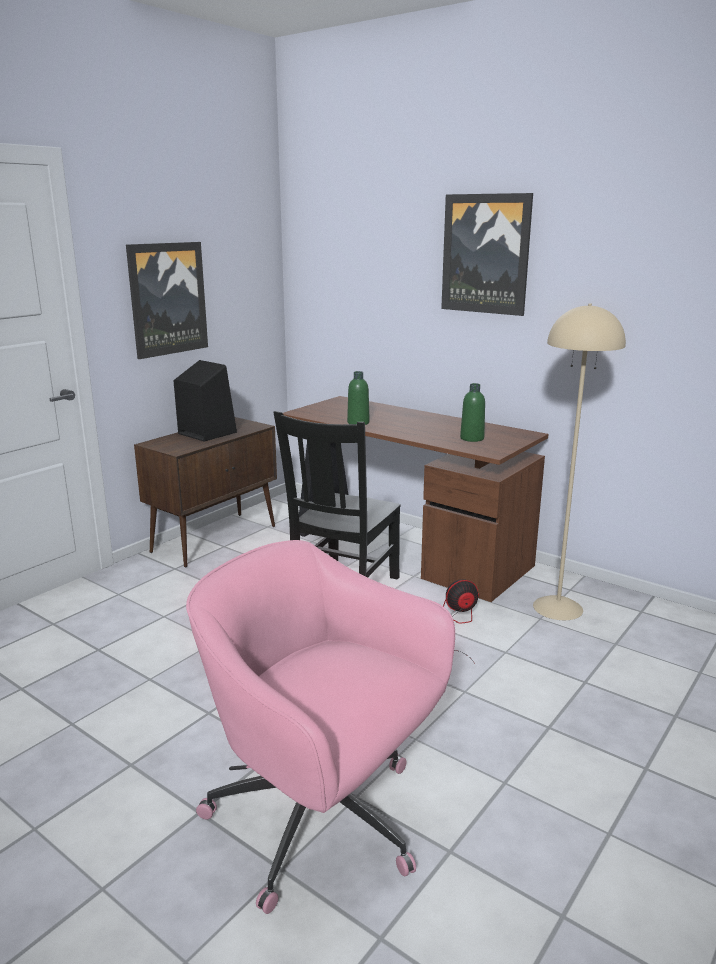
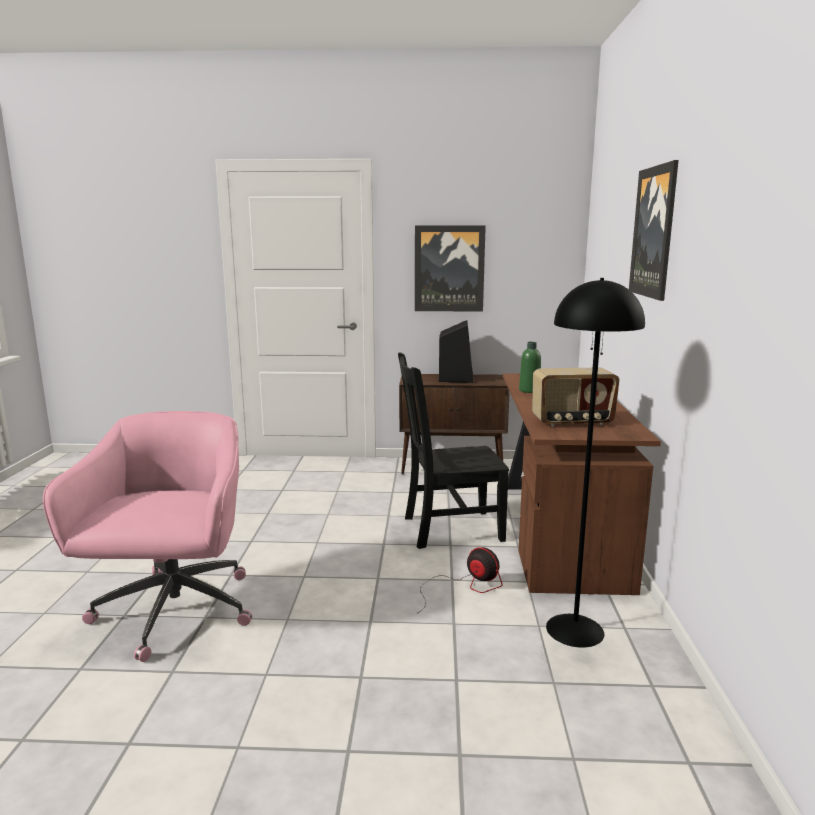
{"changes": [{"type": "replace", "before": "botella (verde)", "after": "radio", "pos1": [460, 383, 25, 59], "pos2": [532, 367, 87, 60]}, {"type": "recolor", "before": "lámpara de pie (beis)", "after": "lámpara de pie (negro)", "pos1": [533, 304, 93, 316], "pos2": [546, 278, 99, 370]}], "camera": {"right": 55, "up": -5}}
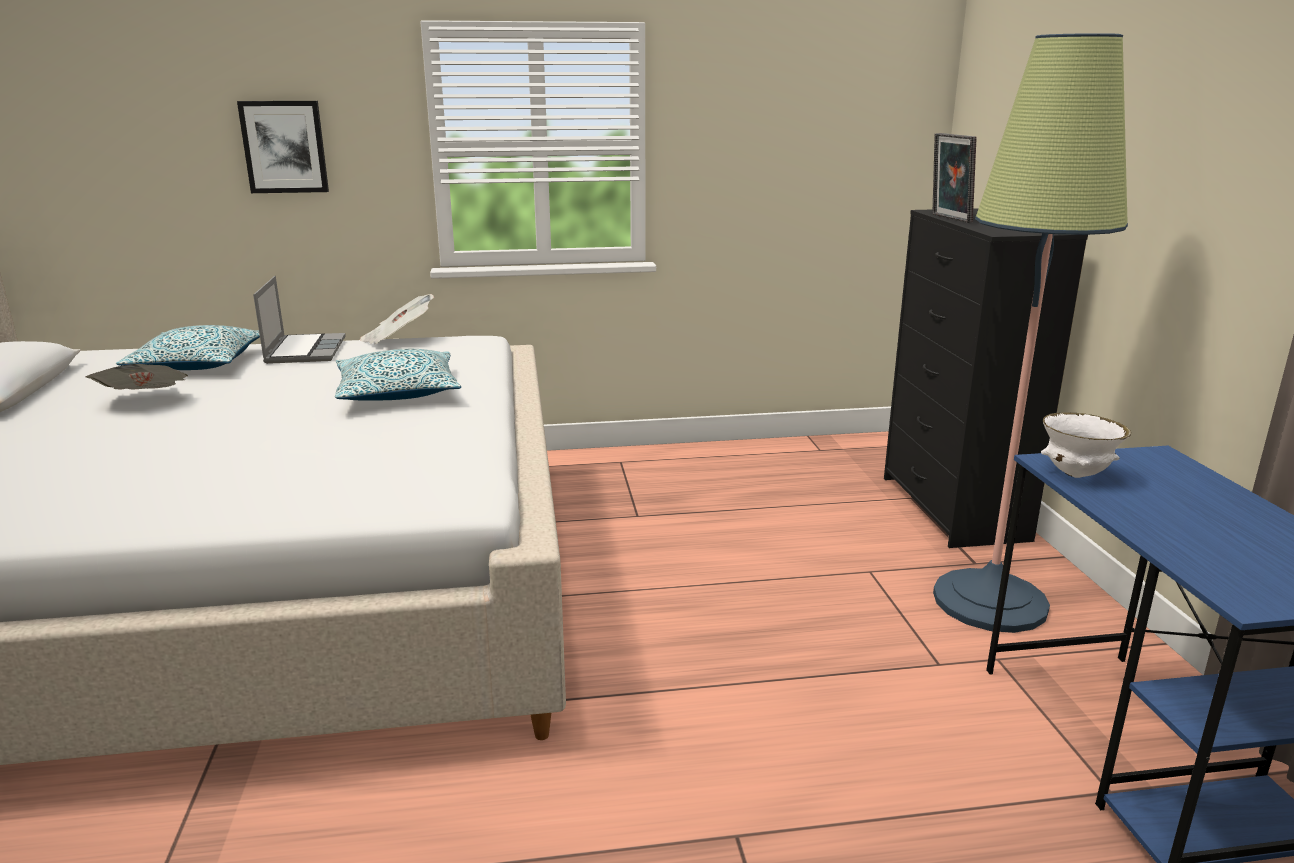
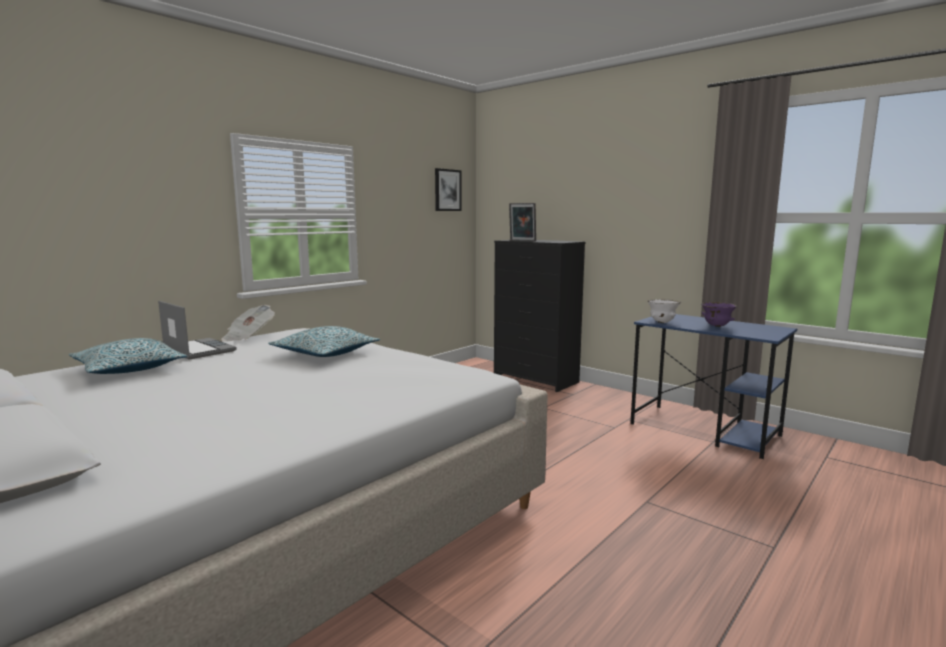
{"changes": [{"type": "delete", "before": "periódico", "pos1": [85, 364, 103, 26]}, {"type": "delete", "before": "lámpara de pie", "pos1": [933, 33, 195, 600]}, {"type": "insert", "after": "cuenco (morado)", "pos2": [701, 302, 36, 25]}, {"type": "move", "before": "cuadro", "pos1": [237, 101, 92, 92], "pos2": [435, 168, 27, 43]}], "camera": {"right": -40, "up": -10}}
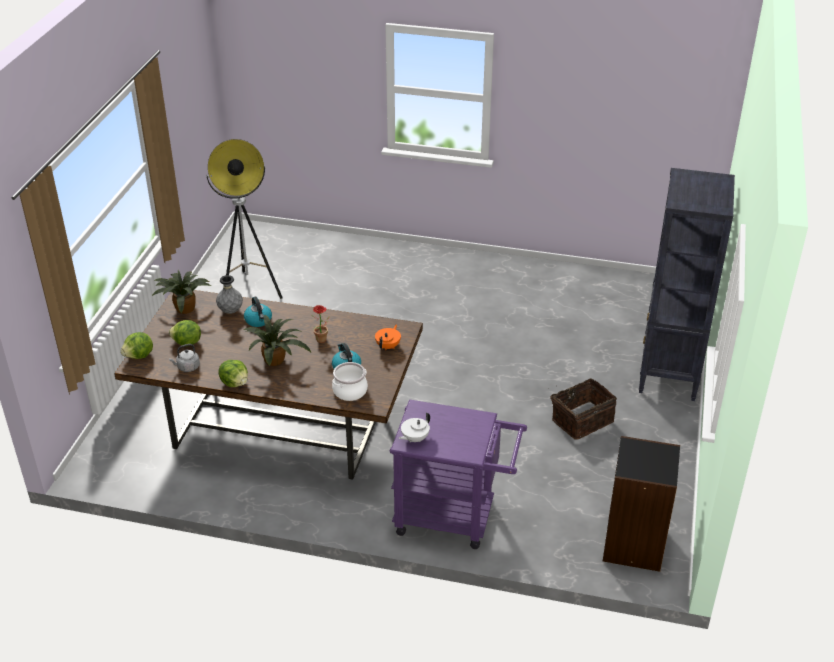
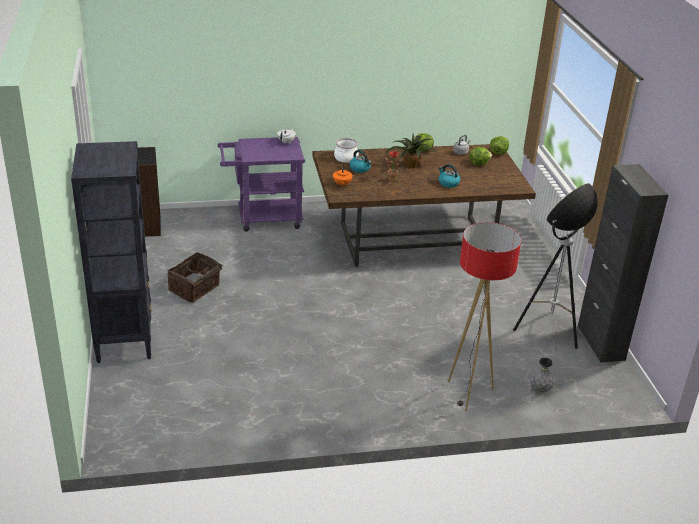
{"changes": [{"type": "delete", "before": "planta en maceta", "pos1": [152, 270, 59, 44]}, {"type": "insert", "after": "lámpara de pie", "pos2": [448, 222, 73, 189]}, {"type": "insert", "after": "armario (negro)", "pos2": [578, 164, 90, 199]}, {"type": "move", "before": "florero (gris)", "pos1": [216, 275, 27, 39], "pos2": [530, 358, 25, 35]}], "camera": {"right": 155, "up": -5}}
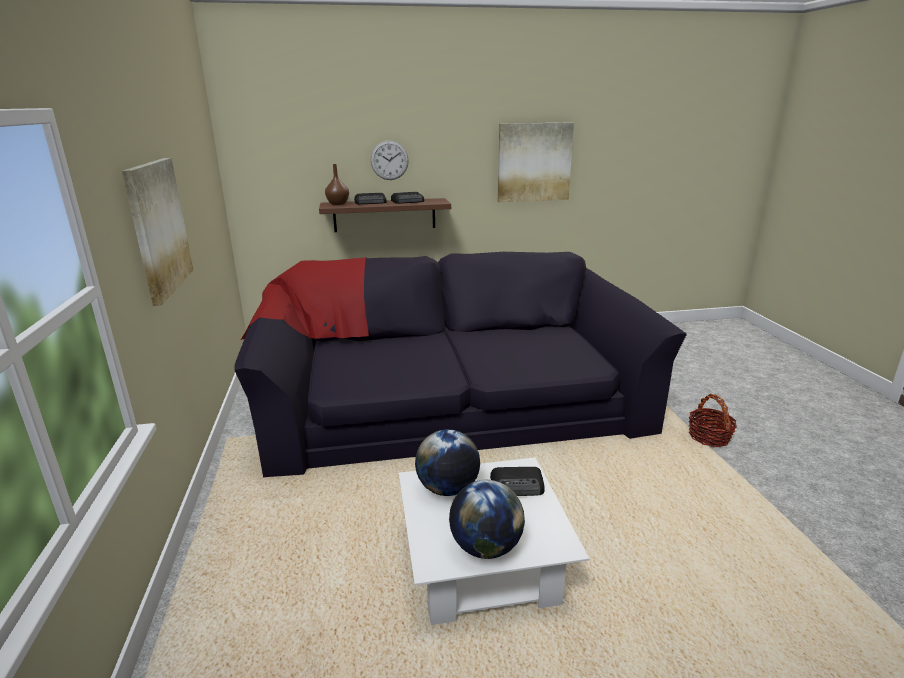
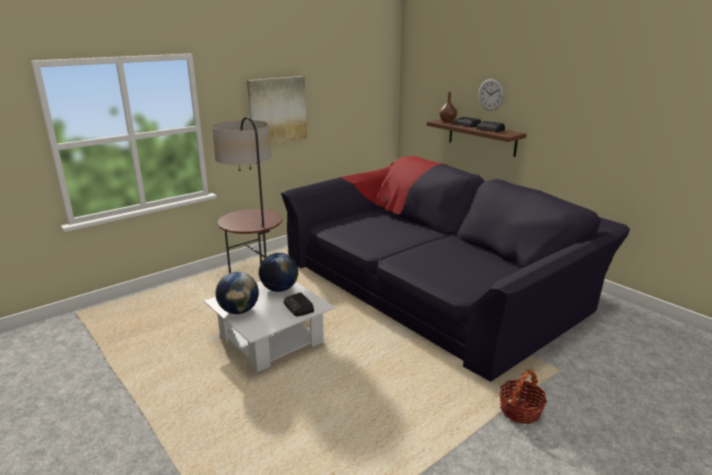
{"changes": [{"type": "delete", "before": "cuadro", "pos1": [498, 122, 76, 80]}, {"type": "insert", "after": "lámpara de pie", "pos2": [212, 117, 70, 156]}], "camera": {"right": 60, "up": 0}}
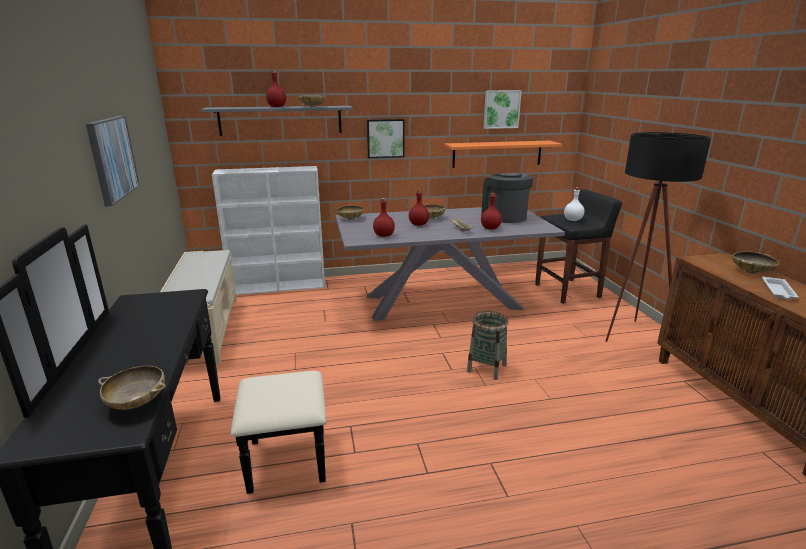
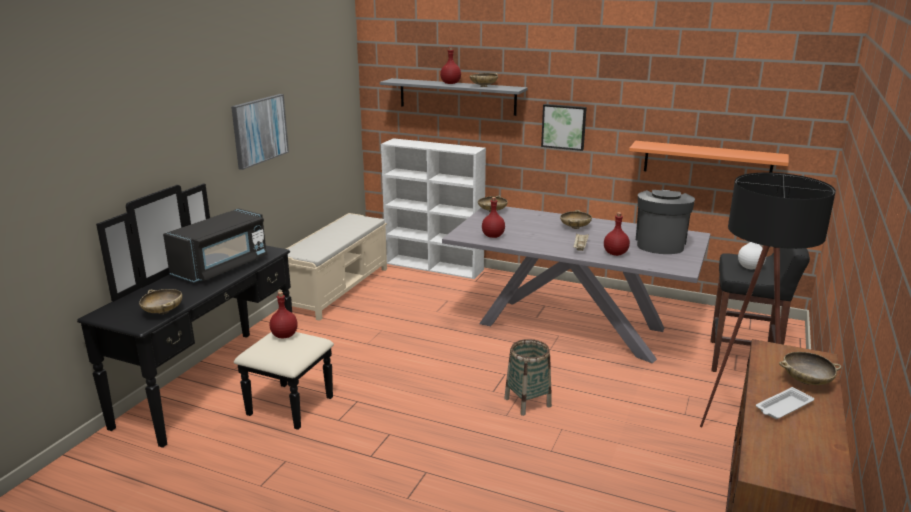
{"changes": [{"type": "delete", "before": "cuadro", "pos1": [483, 90, 39, 39]}, {"type": "insert", "after": "microondas (negro)", "pos2": [163, 208, 104, 74]}, {"type": "move", "before": "botella (rojo)", "pos1": [409, 190, 20, 36], "pos2": [270, 292, 28, 46]}], "camera": {"right": 35, "up": 0}}
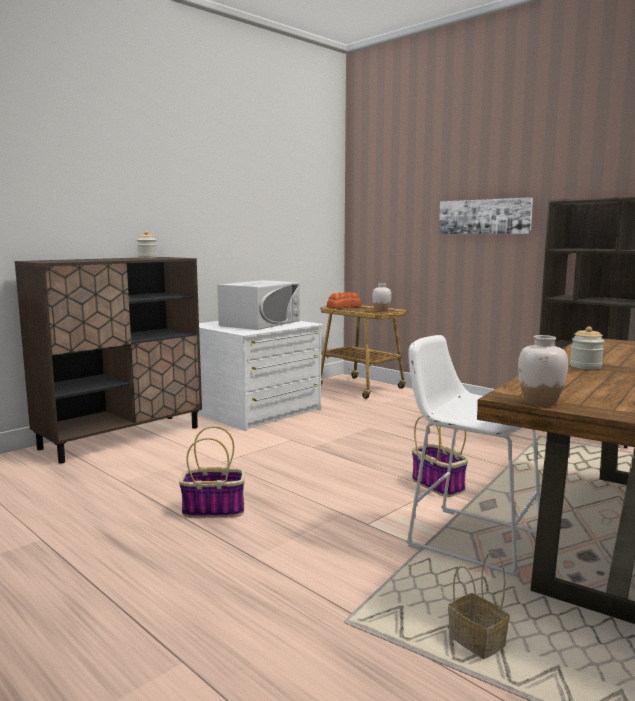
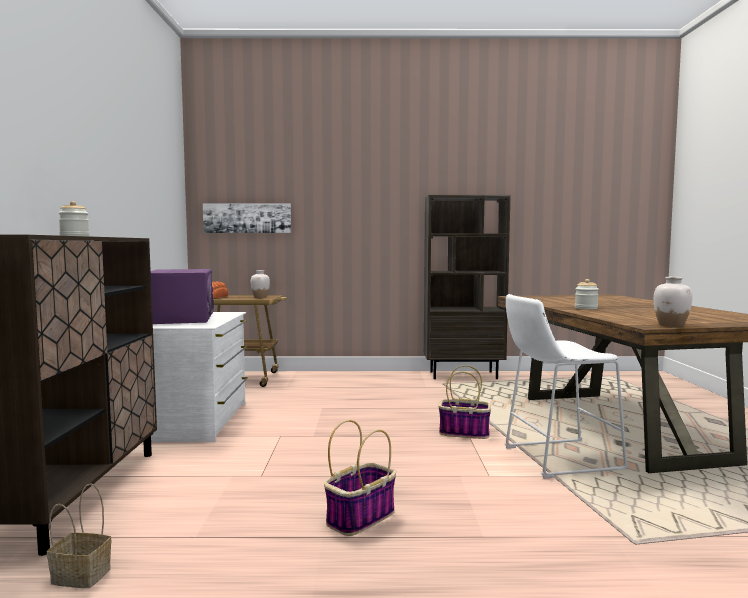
{"changes": [{"type": "move", "before": "cuadro", "pos1": [439, 197, 94, 37], "pos2": [203, 204, 88, 29]}, {"type": "move", "before": "cesta", "pos1": [448, 552, 62, 107], "pos2": [47, 483, 64, 105]}, {"type": "recolor", "before": "microondas (blanco)", "after": "microondas (morado)", "pos1": [218, 280, 81, 50], "pos2": [151, 269, 63, 55]}], "camera": {"right": -45, "up": -5}}
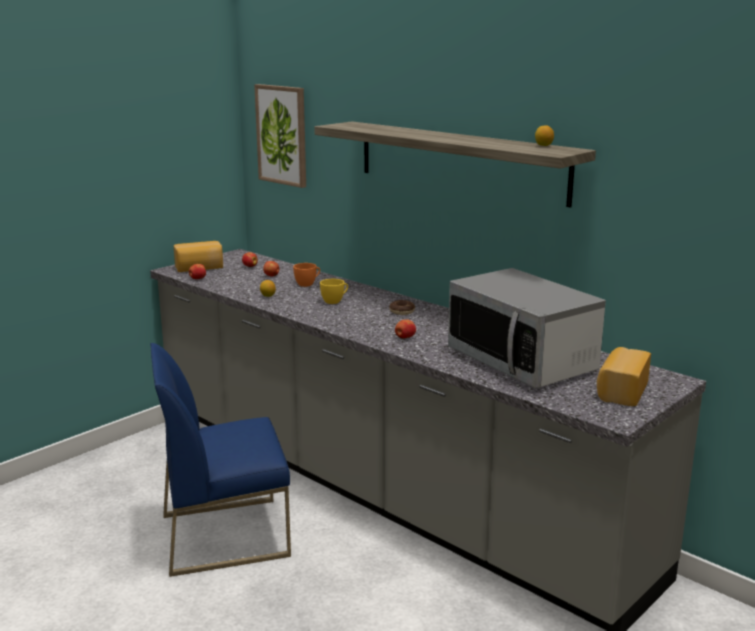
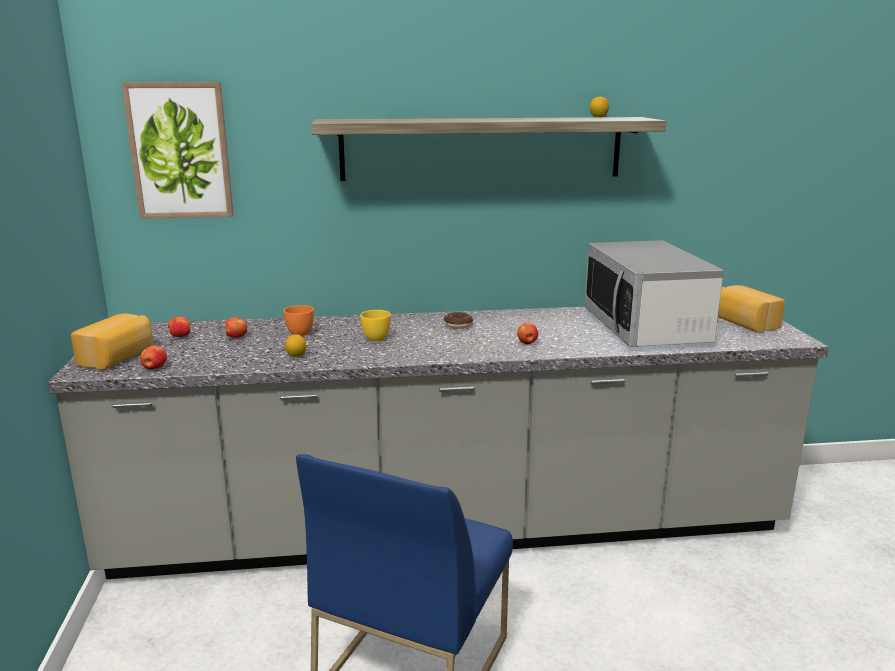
{"changes": [{"type": "rotate", "before": "microondas", "pos1": [448, 268, 158, 120], "pos2": [584, 240, 140, 107], "turn": 75}], "camera": {"right": -50, "up": 0}}
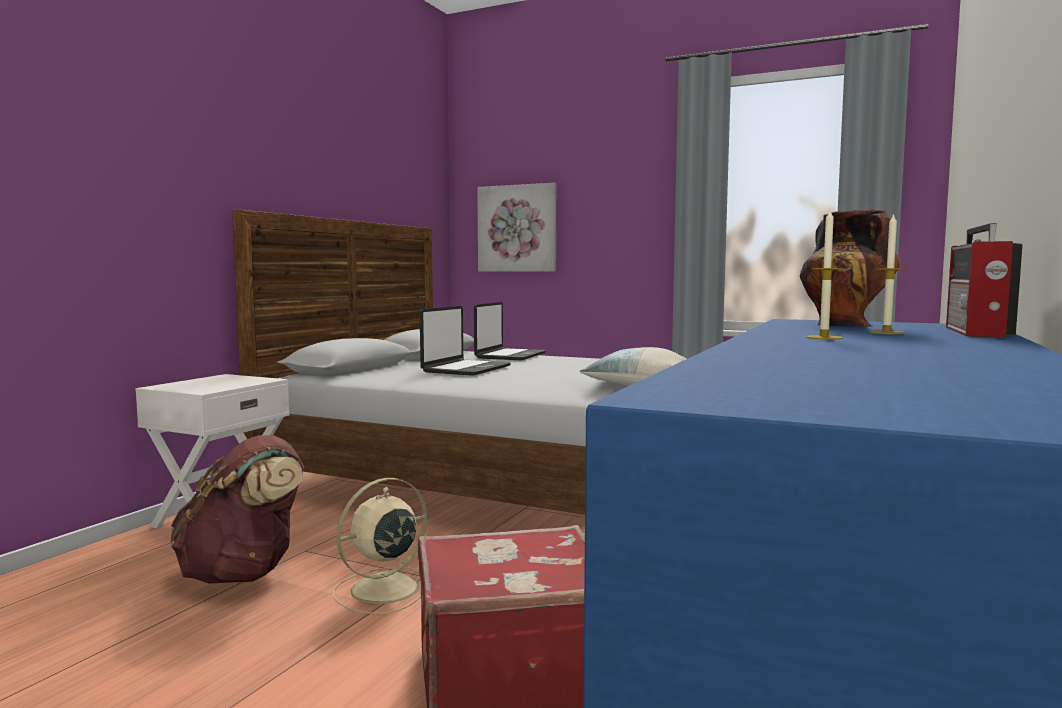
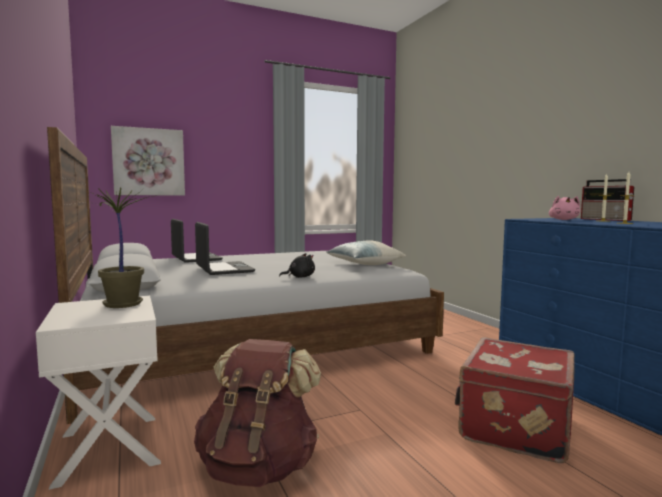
{"changes": [{"type": "delete", "before": "ventilador (beis)", "pos1": [333, 478, 94, 136]}, {"type": "insert", "after": "planta en maceta", "pos2": [81, 188, 76, 120]}, {"type": "insert", "after": "peluche (negro)", "pos2": [279, 253, 36, 25]}, {"type": "replace", "before": "florero", "after": "peluche (rosa)", "pos1": [800, 210, 100, 117], "pos2": [549, 196, 31, 24]}], "camera": {"right": -50, "up": 0}}
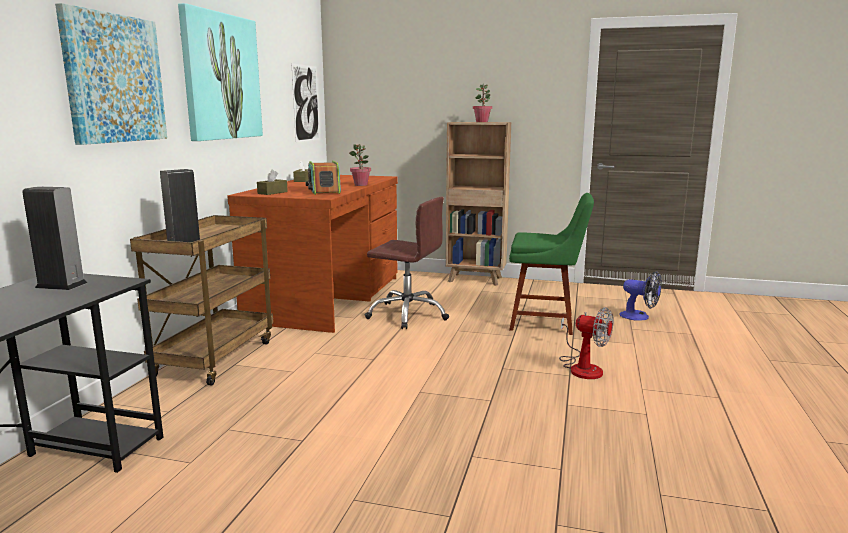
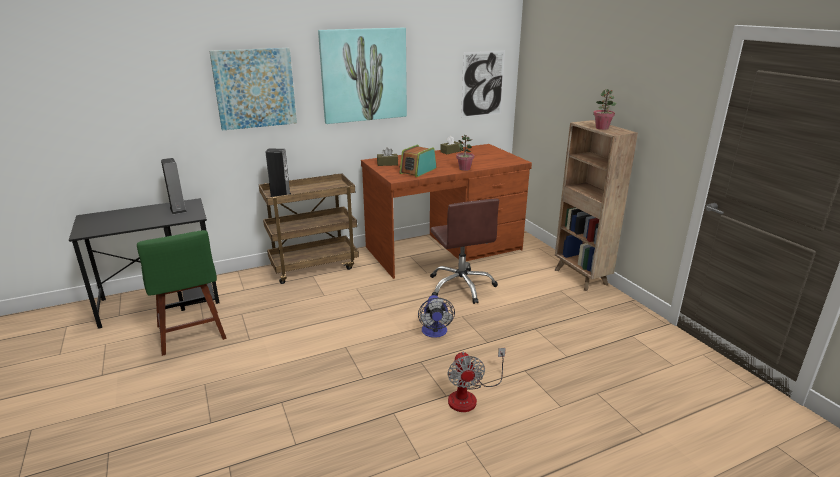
{"changes": [{"type": "move", "before": "silla (verde)", "pos1": [509, 193, 85, 142], "pos2": [137, 230, 90, 126]}, {"type": "move", "before": "ventilador", "pos1": [620, 271, 42, 50], "pos2": [418, 295, 37, 43]}], "camera": {"right": 50, "up": 10}}
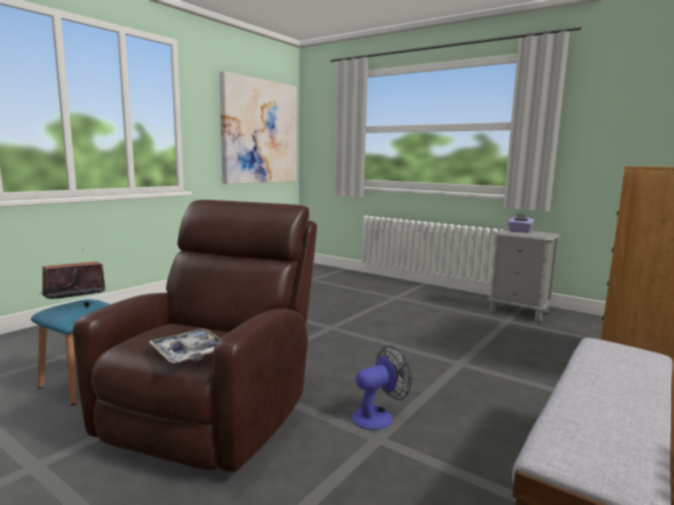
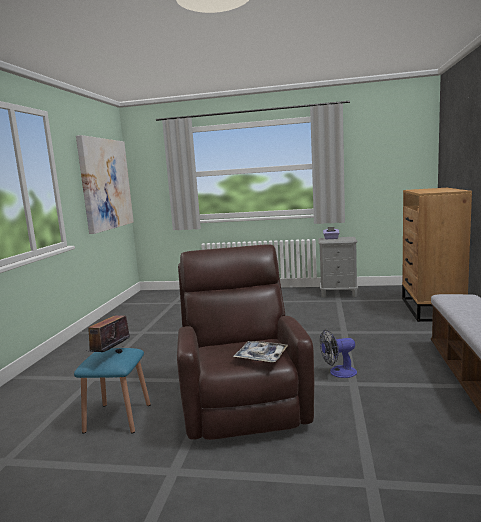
{"changes": [{"type": "rotate", "before": "ventilador", "pos1": [352, 345, 60, 85], "pos2": [320, 330, 37, 48], "turn": -135}], "camera": {"right": -25, "up": 0}}
